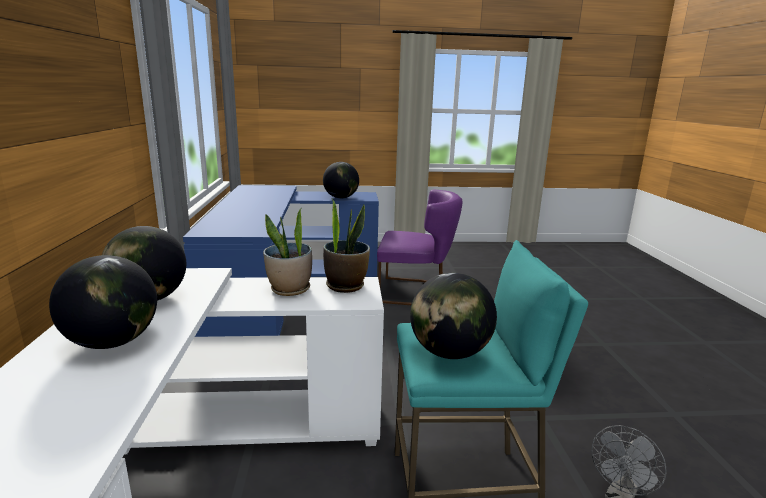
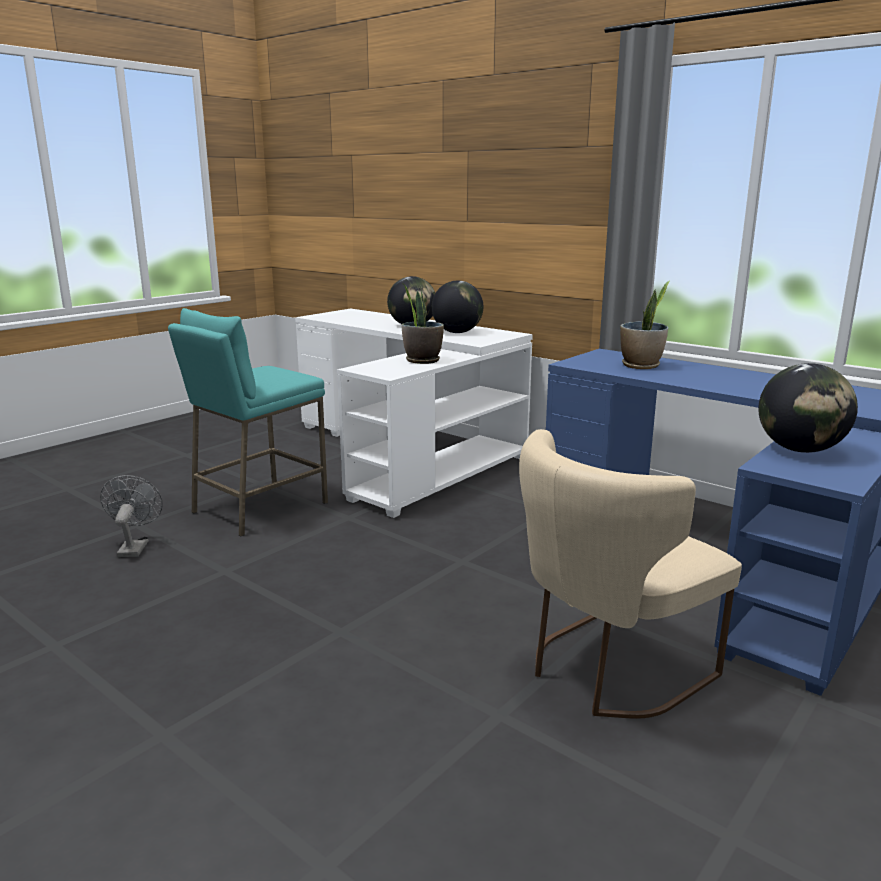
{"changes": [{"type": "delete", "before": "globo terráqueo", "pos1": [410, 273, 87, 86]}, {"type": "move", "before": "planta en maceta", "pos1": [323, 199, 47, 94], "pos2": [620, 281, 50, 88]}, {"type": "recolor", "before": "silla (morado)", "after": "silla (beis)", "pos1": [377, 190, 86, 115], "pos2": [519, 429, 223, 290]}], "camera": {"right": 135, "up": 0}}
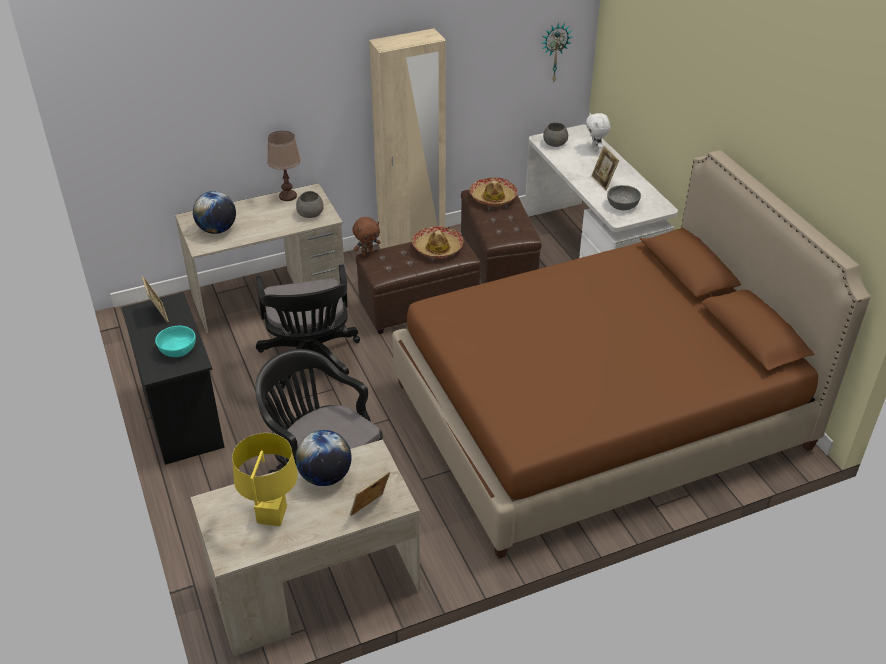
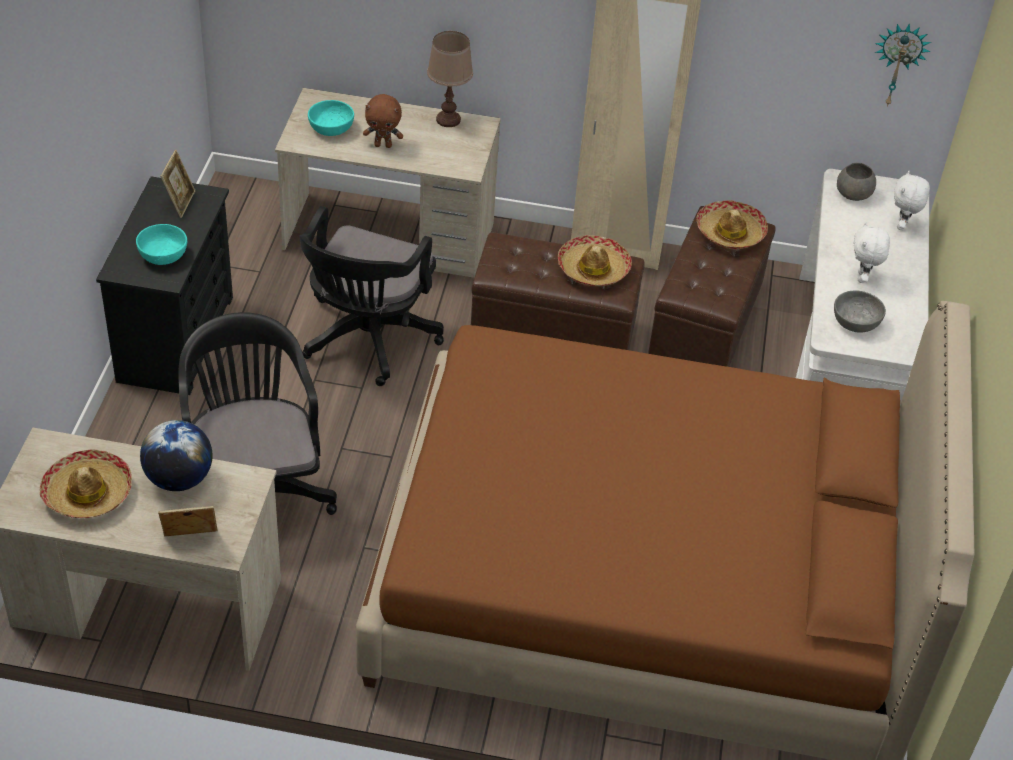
{"changes": [{"type": "delete", "before": "cuenco (gris)", "pos1": [296, 191, 28, 27]}, {"type": "move", "before": "peluche (marrón)", "pos1": [352, 217, 29, 39], "pos2": [363, 94, 40, 54]}, {"type": "replace", "before": "globo terráqueo", "after": "cuenco (turquesa)", "pos1": [193, 191, 43, 43], "pos2": [308, 100, 46, 36]}, {"type": "replace", "before": "lámpara de mesa (amarillo)", "after": "sombrero", "pos1": [232, 433, 66, 93], "pos2": [40, 450, 92, 68]}, {"type": "replace", "before": "portarretratos", "after": "peluche (blanco)", "pos1": [591, 146, 28, 44], "pos2": [854, 222, 36, 61]}], "camera": {"right": 30, "up": 5}}
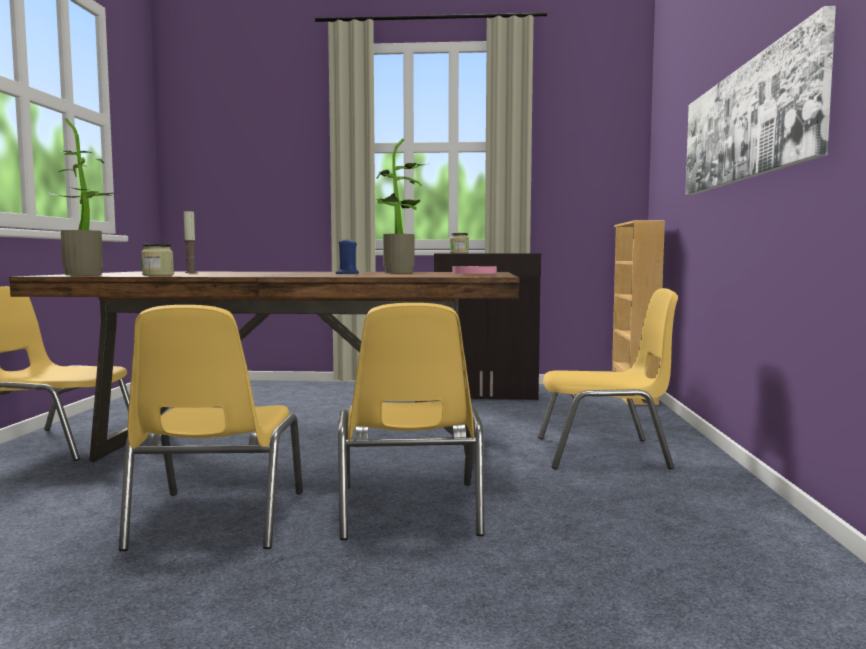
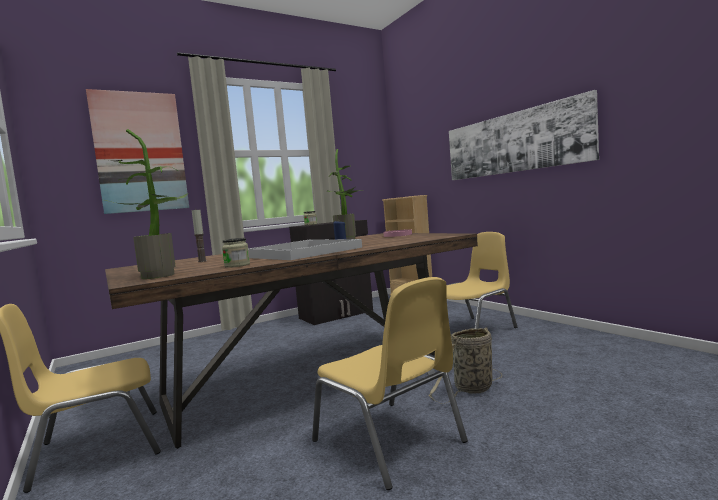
{"changes": [{"type": "insert", "after": "cuadro", "pos2": [86, 89, 103, 125]}, {"type": "insert", "after": "bandeja (blanco)", "pos2": [248, 239, 114, 21]}, {"type": "replace", "before": "silla (amarillo)", "after": "cesta", "pos1": [338, 303, 147, 237], "pos2": [429, 327, 73, 77]}], "camera": {"right": -35, "up": 0}}
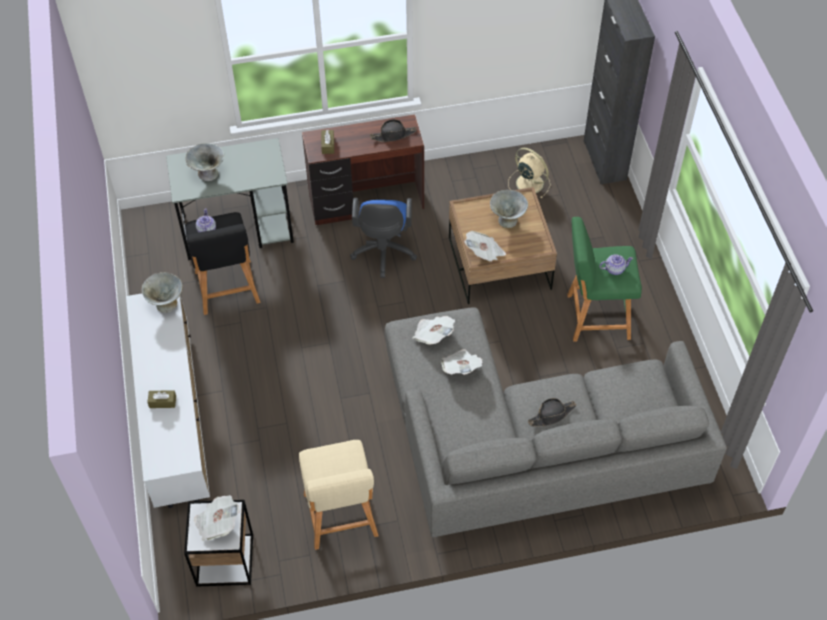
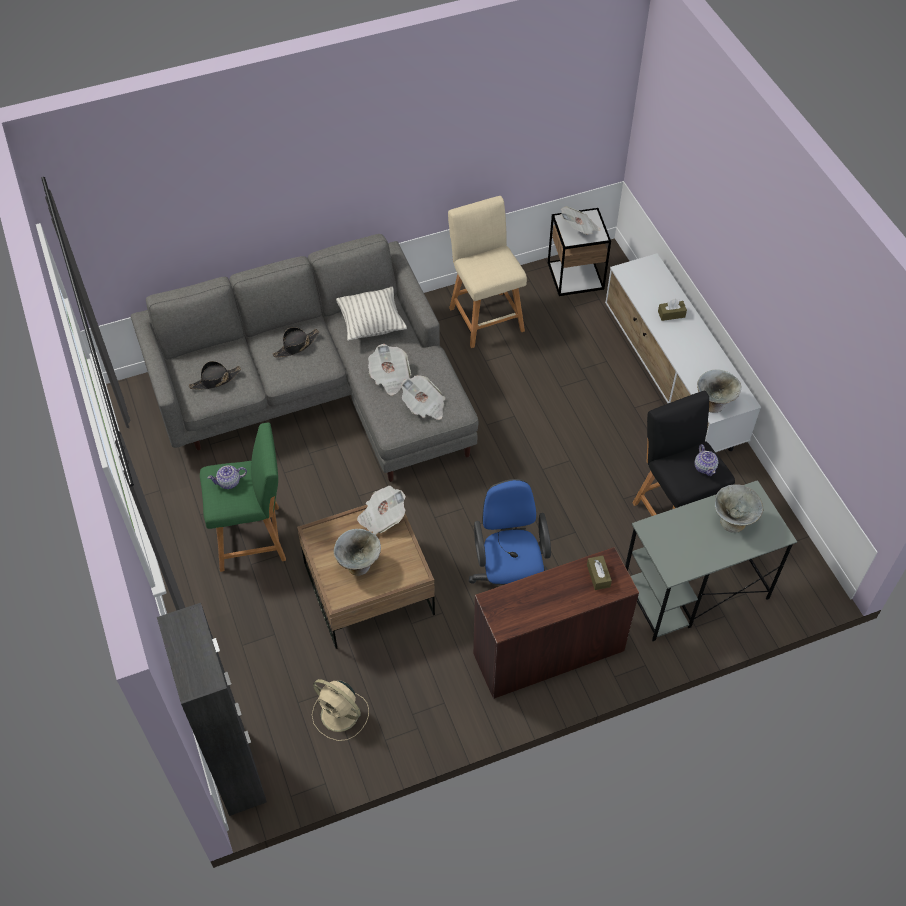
{"changes": [{"type": "insert", "after": "cojín", "pos2": [336, 287, 71, 54]}, {"type": "move", "before": "sombrero (negro)", "pos1": [370, 119, 47, 23], "pos2": [189, 361, 52, 29]}], "camera": {"right": 170, "up": 0}}
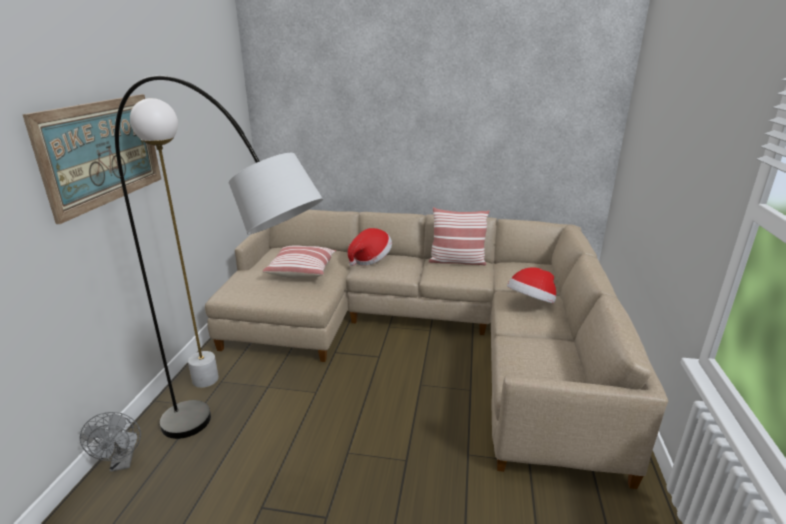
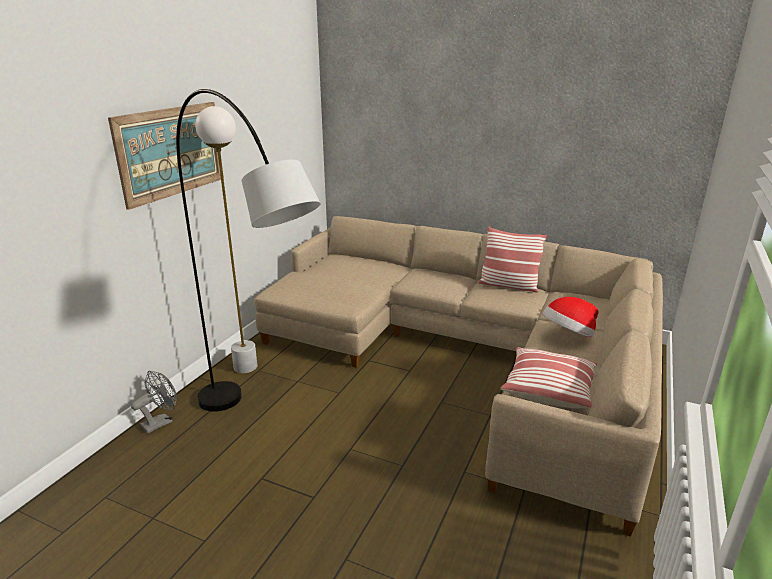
{"changes": [{"type": "delete", "before": "sombrero", "pos1": [348, 228, 44, 38]}, {"type": "move", "before": "cojín", "pos1": [262, 245, 74, 34], "pos2": [500, 347, 97, 62]}, {"type": "rotate", "before": "ventilador (gris)", "pos1": [80, 412, 61, 60], "pos2": [131, 371, 46, 62], "turn": -135}], "camera": {"right": 15, "up": 0}}
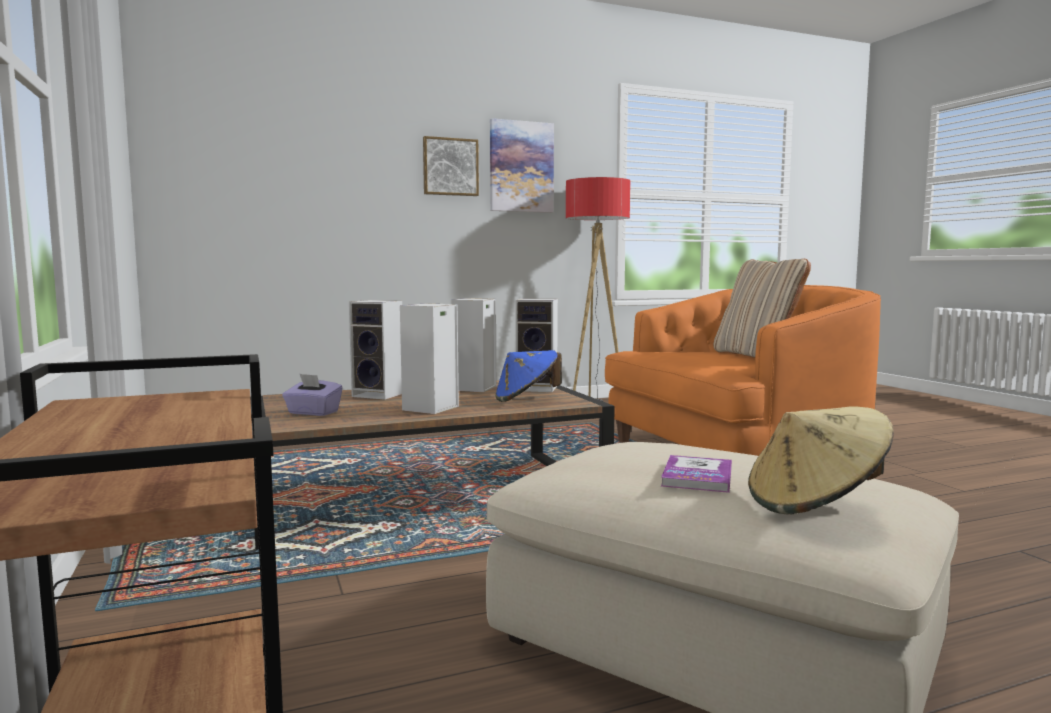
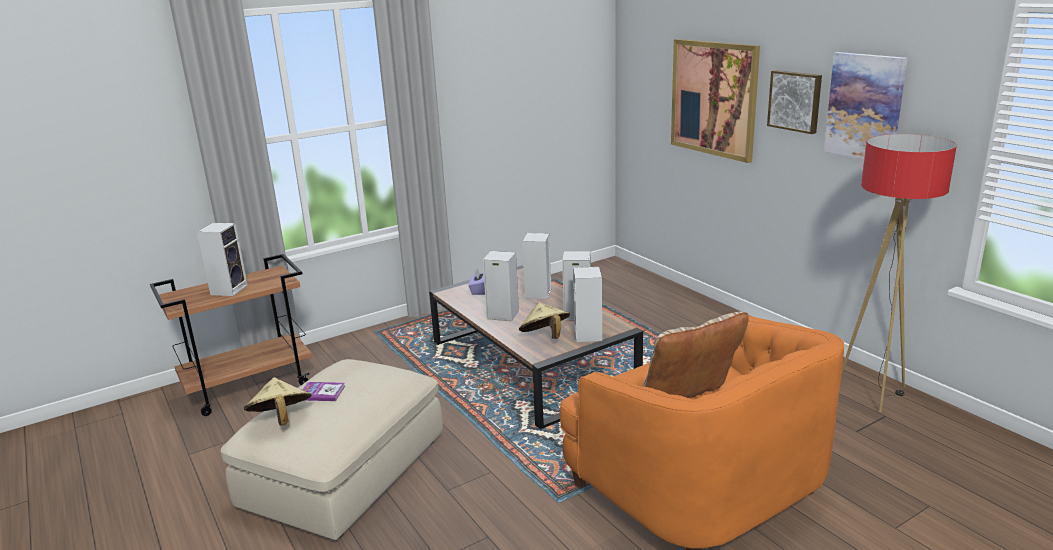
{"changes": [{"type": "insert", "after": "altavoz", "pos2": [197, 223, 51, 73]}, {"type": "insert", "after": "cuadro", "pos2": [671, 39, 89, 124]}, {"type": "recolor", "before": "sombrero (azul)", "after": "sombrero (beis)", "pos1": [495, 350, 67, 52], "pos2": [519, 302, 51, 37]}], "camera": {"right": 80, "up": 15}}
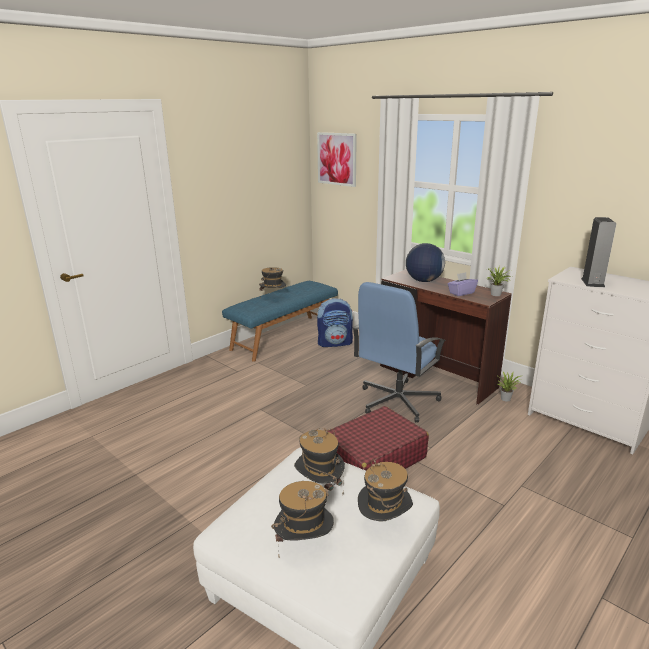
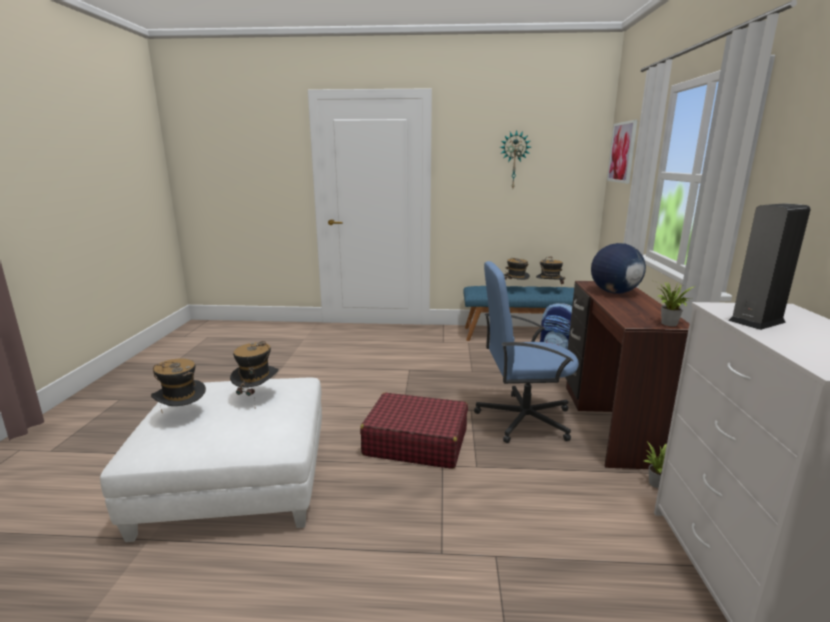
{"changes": [{"type": "delete", "before": "caja de pañuelos (morado)", "pos1": [448, 272, 30, 24]}, {"type": "insert", "after": "reloj de pared", "pos2": [500, 130, 31, 58]}, {"type": "move", "before": "sombrero", "pos1": [358, 459, 55, 62], "pos2": [536, 256, 30, 34]}], "camera": {"right": 50, "up": -5}}
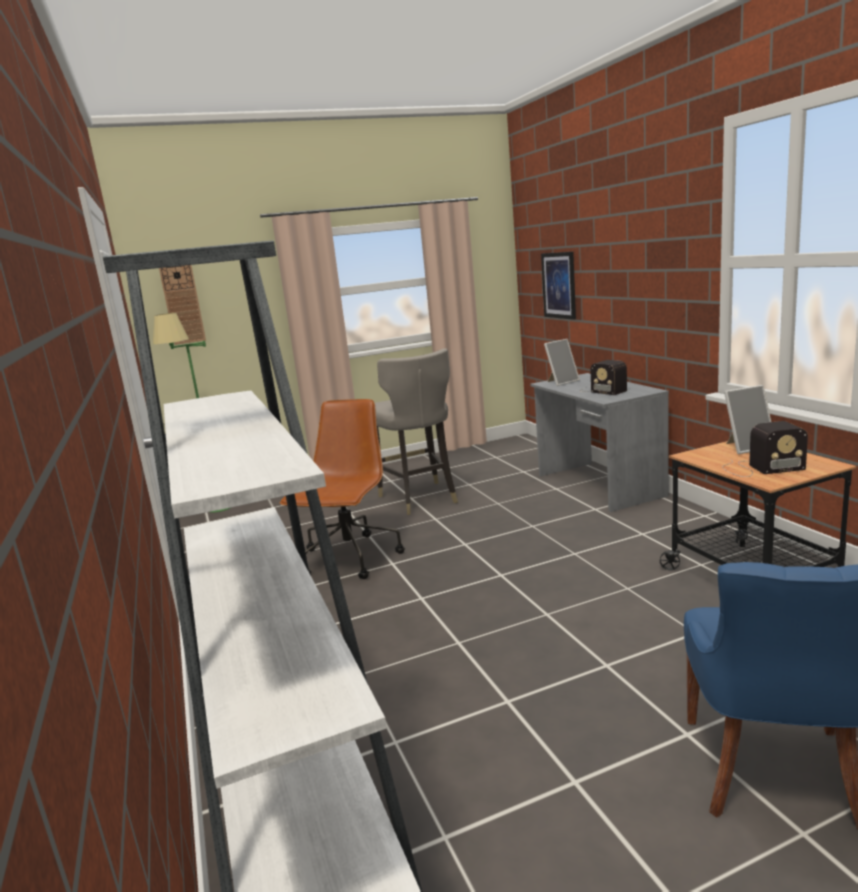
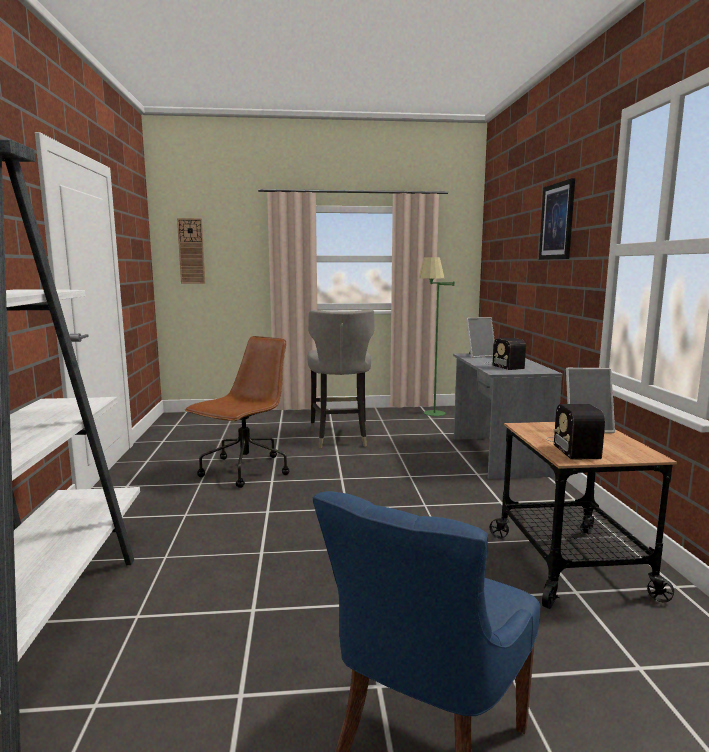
{"changes": [{"type": "move", "before": "lámpara de pie (verde)", "pos1": [153, 313, 79, 199], "pos2": [418, 257, 37, 159]}, {"type": "move", "before": "cuadro", "pos1": [541, 252, 35, 68], "pos2": [539, 178, 36, 82]}, {"type": "rotate", "before": "radio", "pos1": [722, 421, 86, 56], "pos2": [546, 404, 59, 55], "turn": 75}], "camera": {"right": 15, "up": -5}}
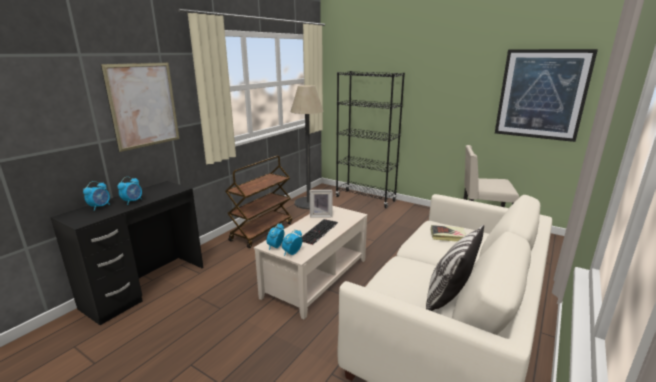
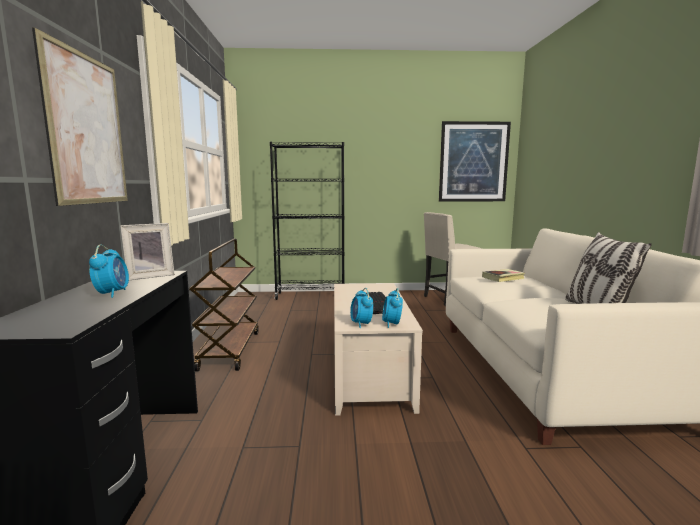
{"changes": [{"type": "delete", "before": "despertador", "pos1": [83, 181, 27, 30]}, {"type": "delete", "before": "lámpara de pie", "pos1": [291, 85, 33, 124]}, {"type": "move", "before": "portarretratos", "pos1": [310, 190, 23, 27], "pos2": [120, 223, 55, 57]}], "camera": {"right": -35, "up": -10}}
